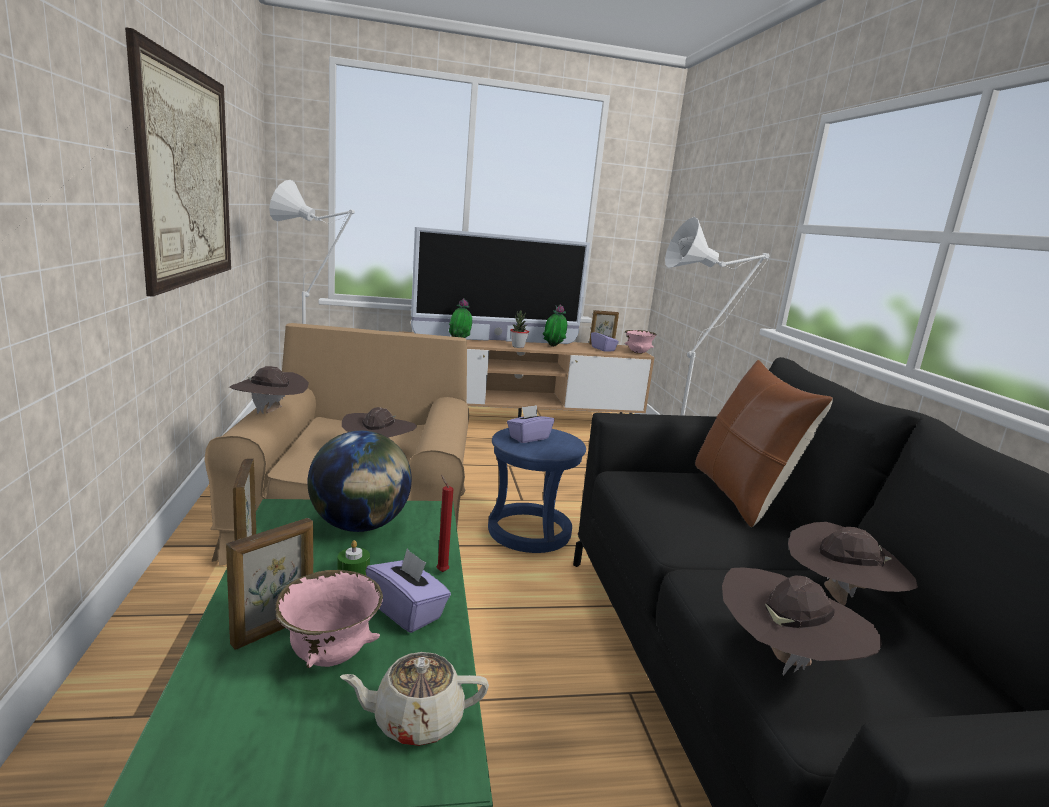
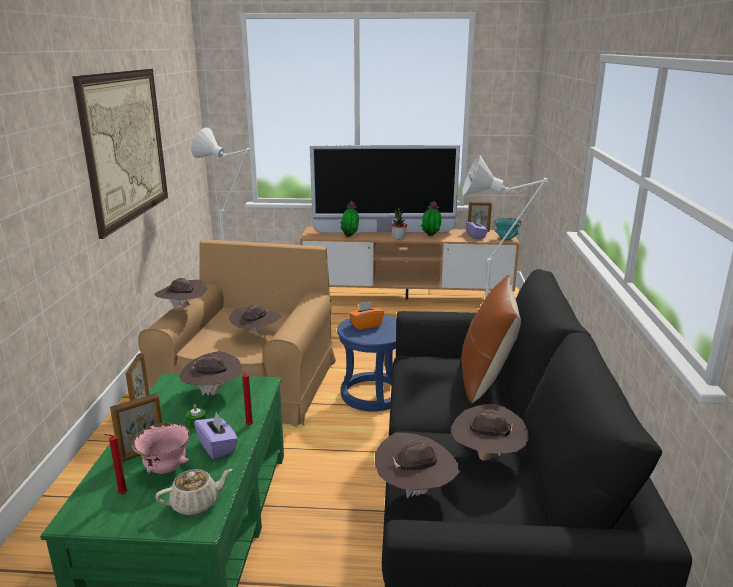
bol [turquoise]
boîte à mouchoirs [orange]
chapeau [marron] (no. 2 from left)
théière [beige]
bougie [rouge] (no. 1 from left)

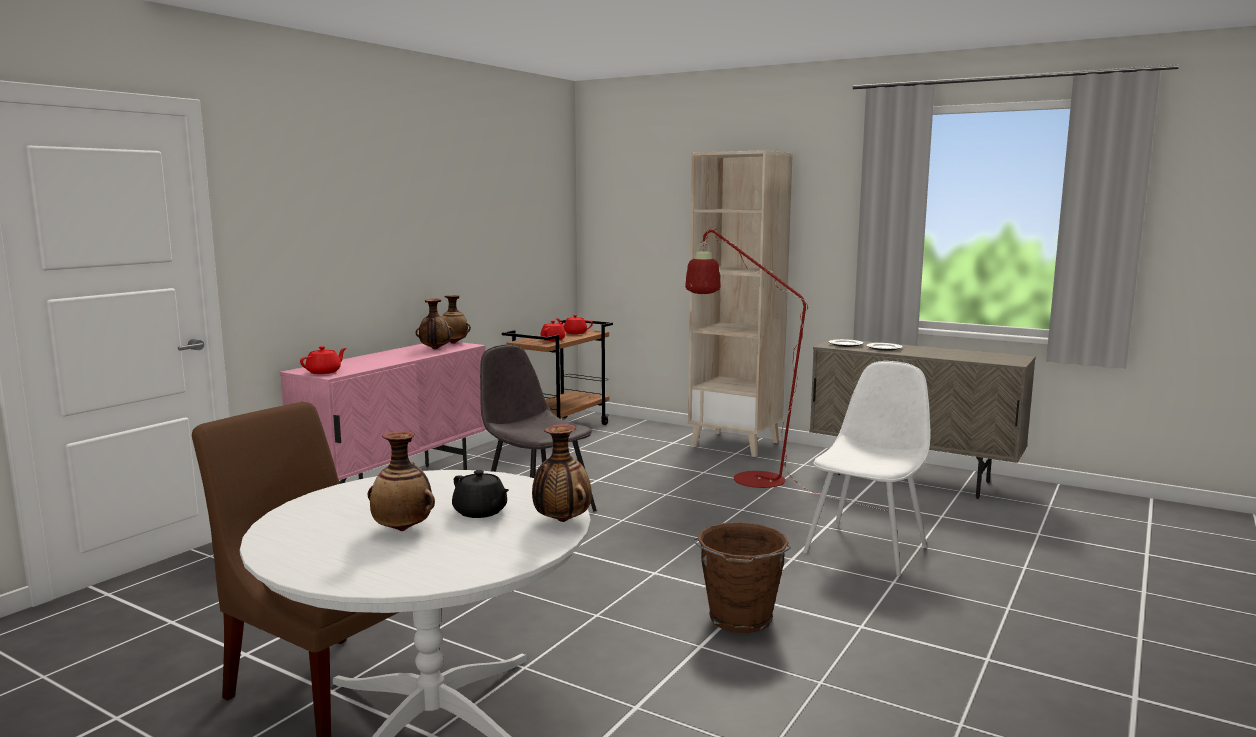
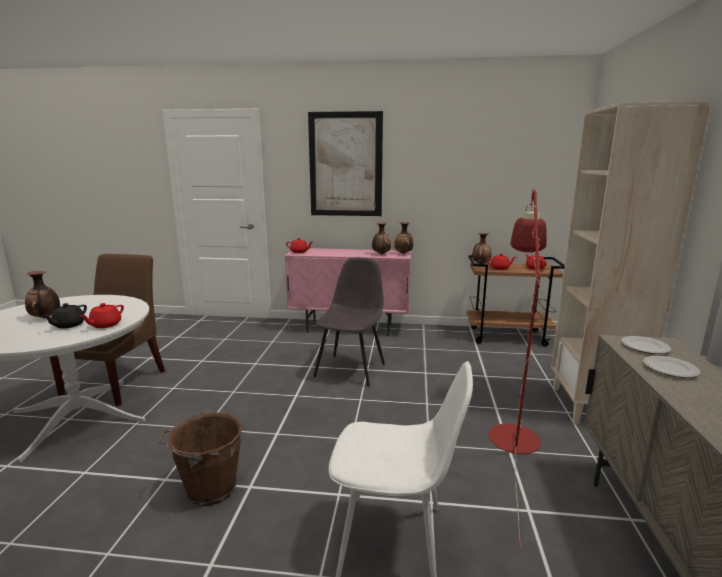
vase (no. 4 from left)
tableau
théière [rouge] (no. 1 from left)

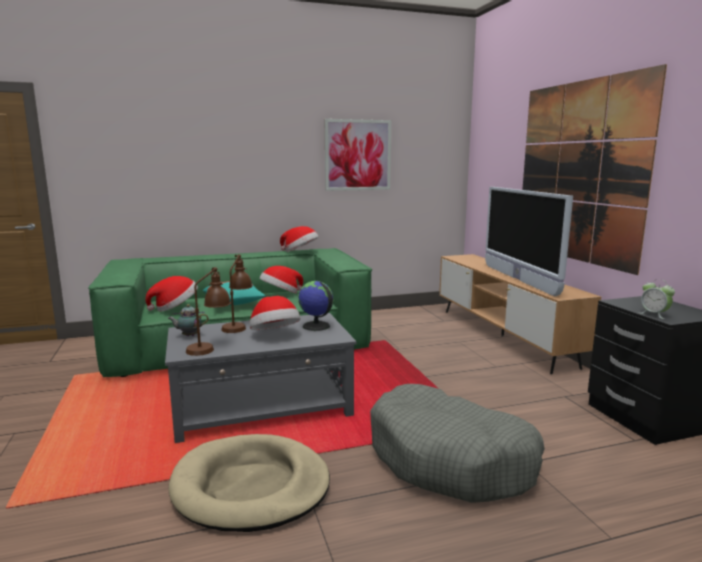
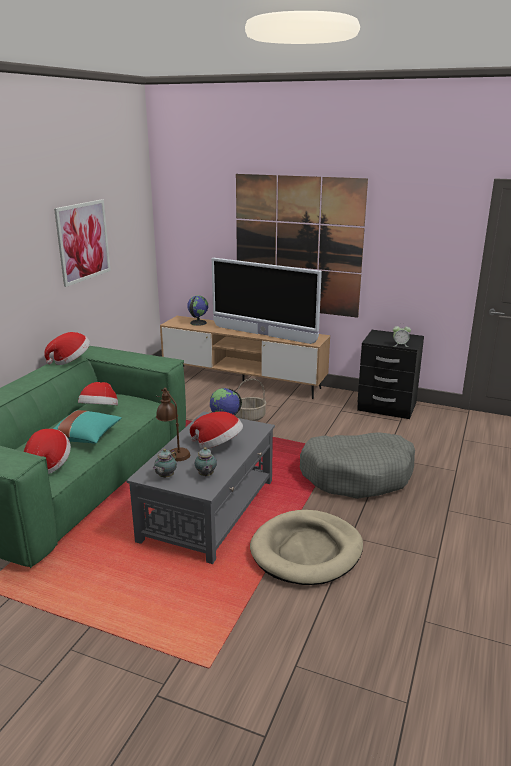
théière (no. 2 from left)
globe (no. 1 from left)
panier

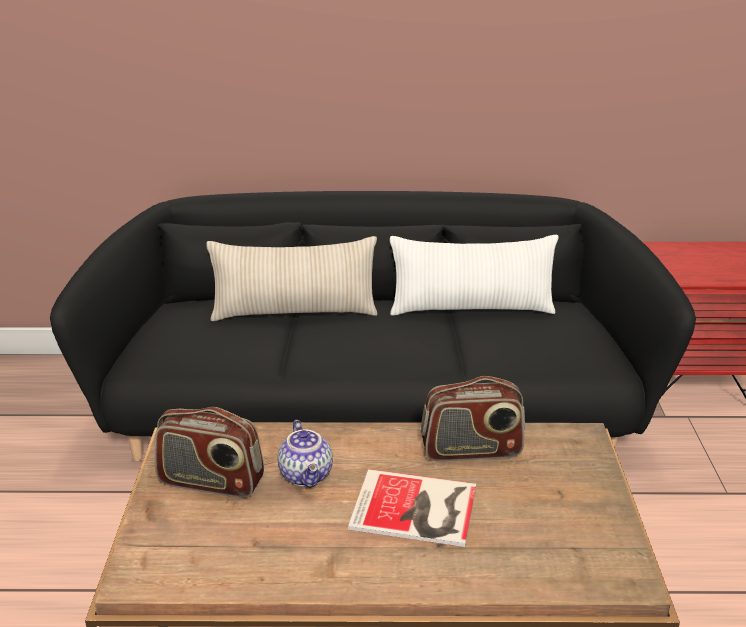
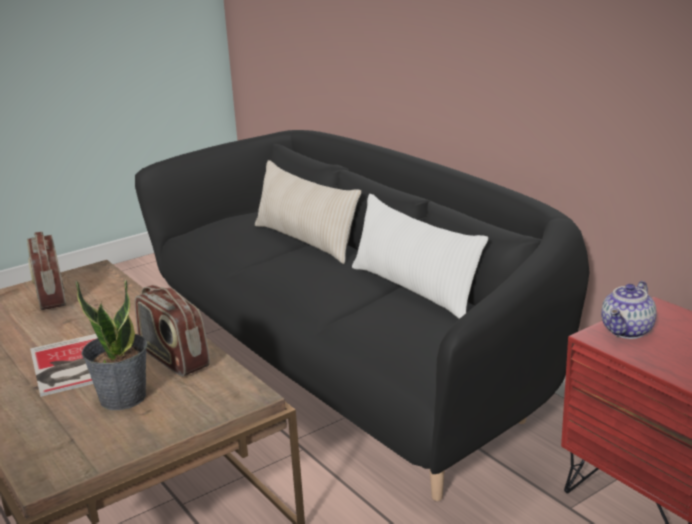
théière
plante en pot

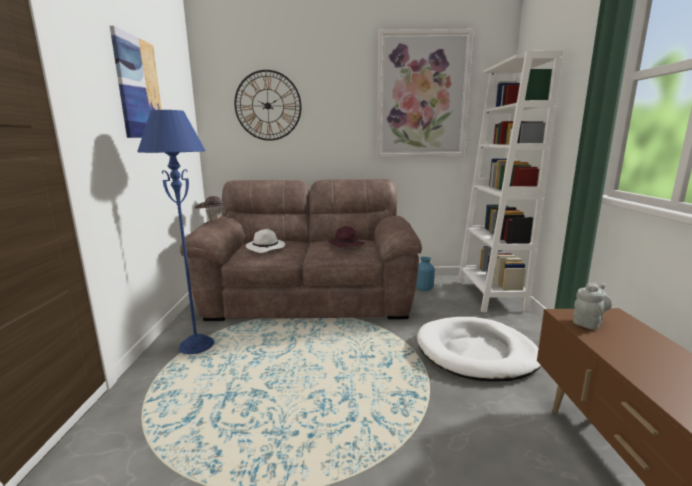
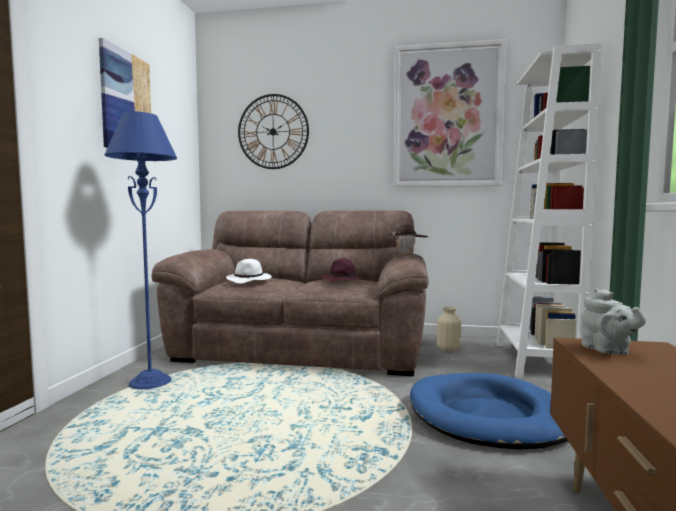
chapeau [marron]
vase [beige]
théière [gris]
panier pour chien [bleu]

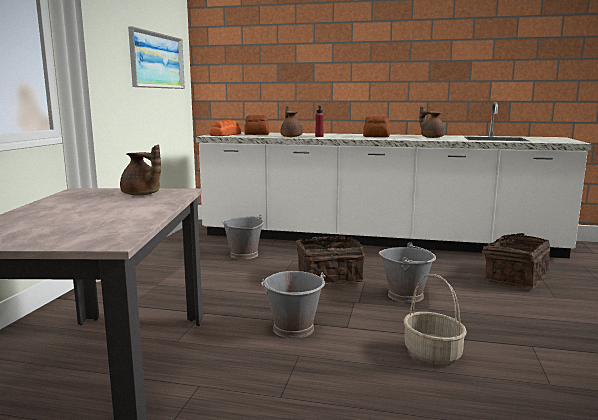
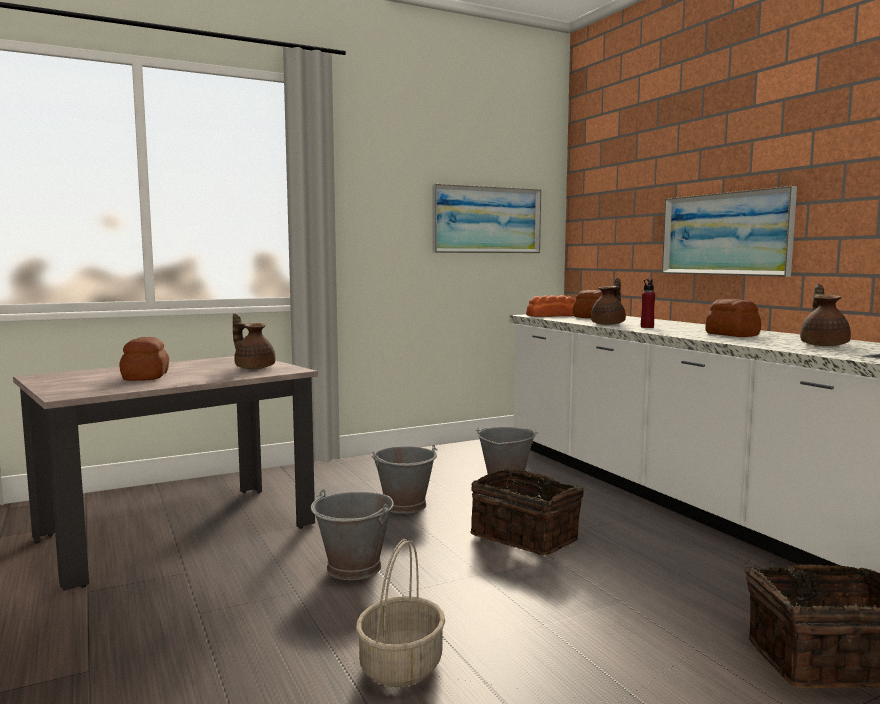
théière [marron] (no. 1 from left)
seau [gris] (no. 2 from left)
tableau (no. 2 from left)
pain (no. 1 from left)

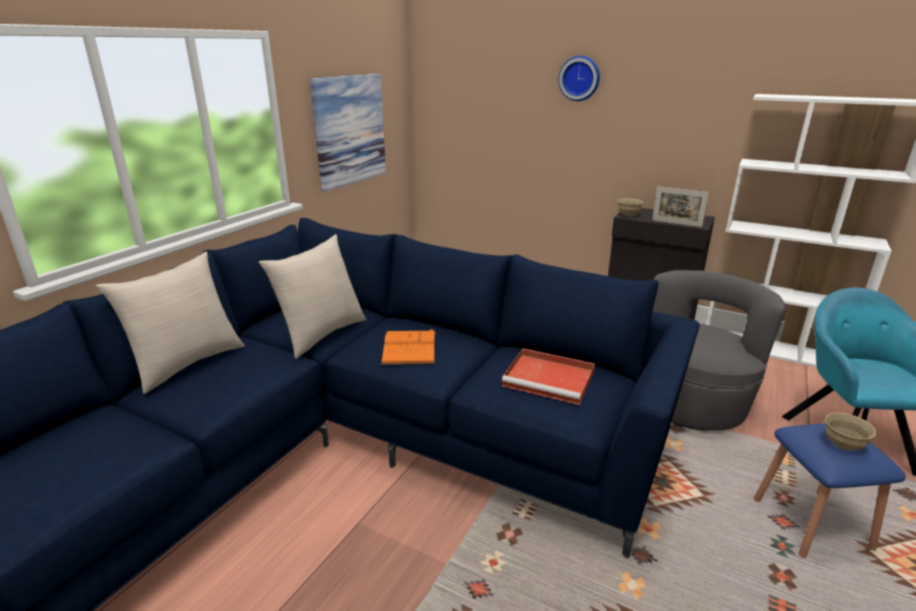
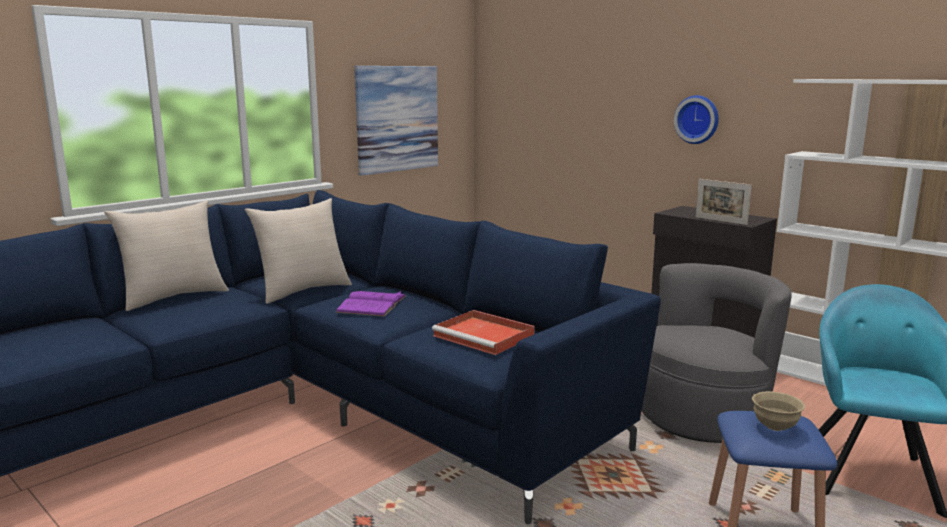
horloge murale
bol [beige] (no. 1 from left in the first image)
livre [violet]

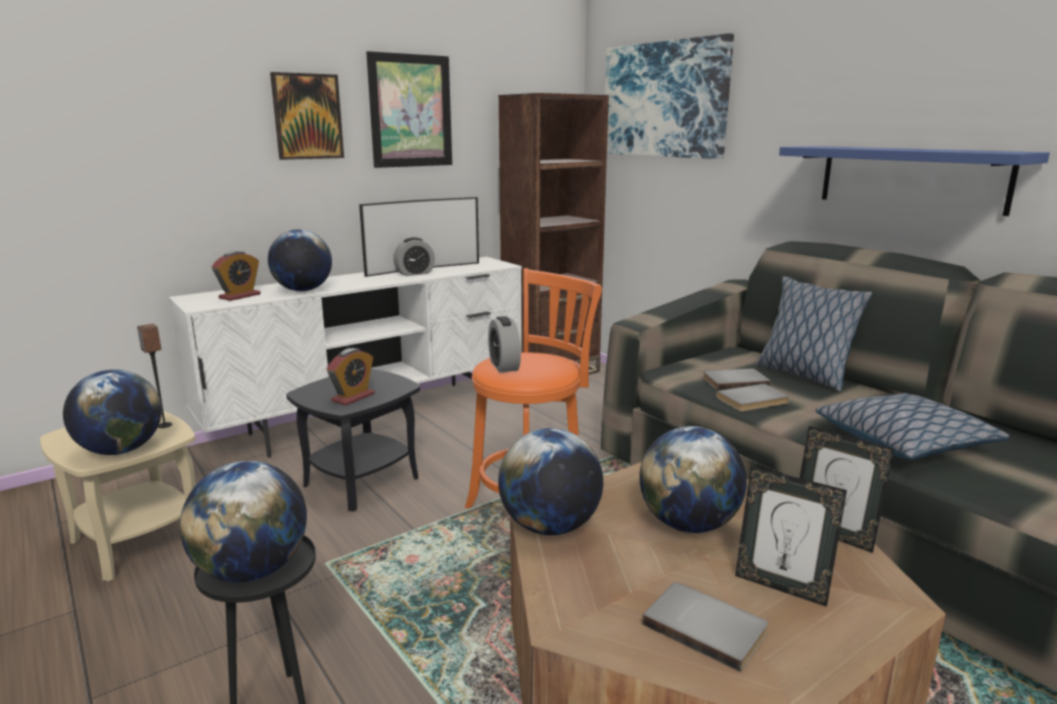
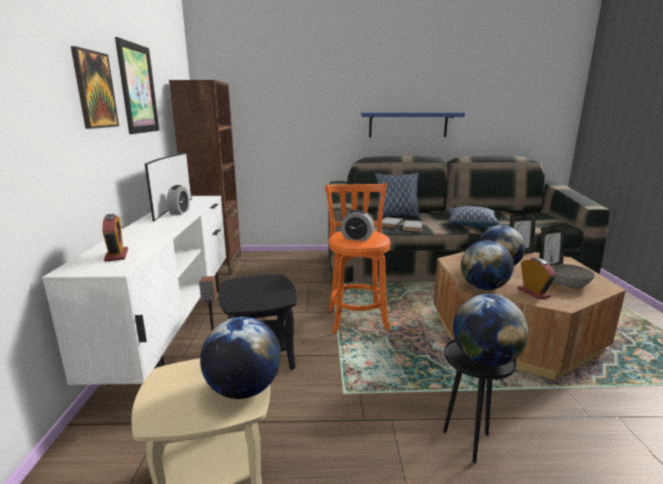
tableau (no. 3 from left in the first image)
globe (no. 3 from left in the first image)
réveil (no. 4 from left)
bol [gris]

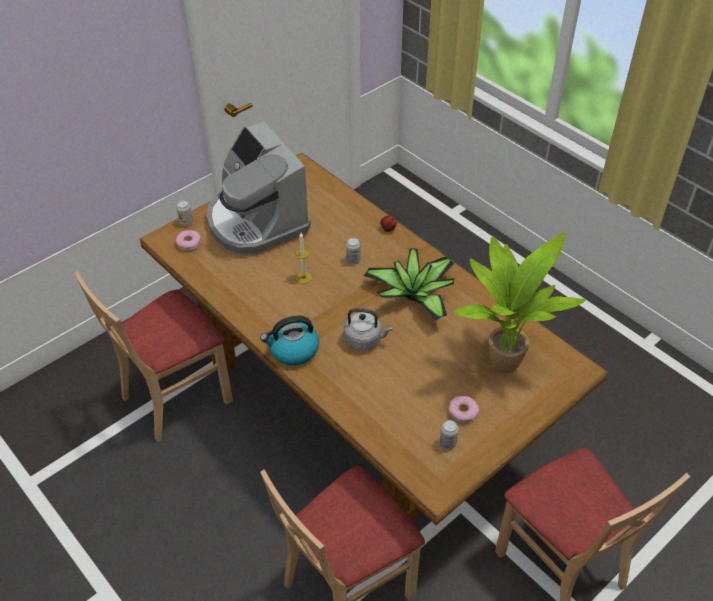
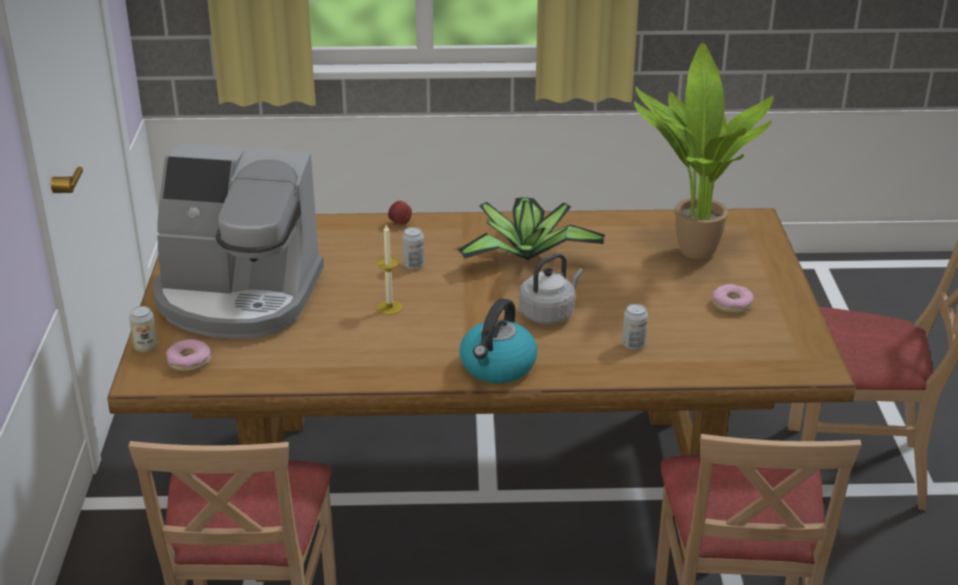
boîte métallique (no. 3 from left)

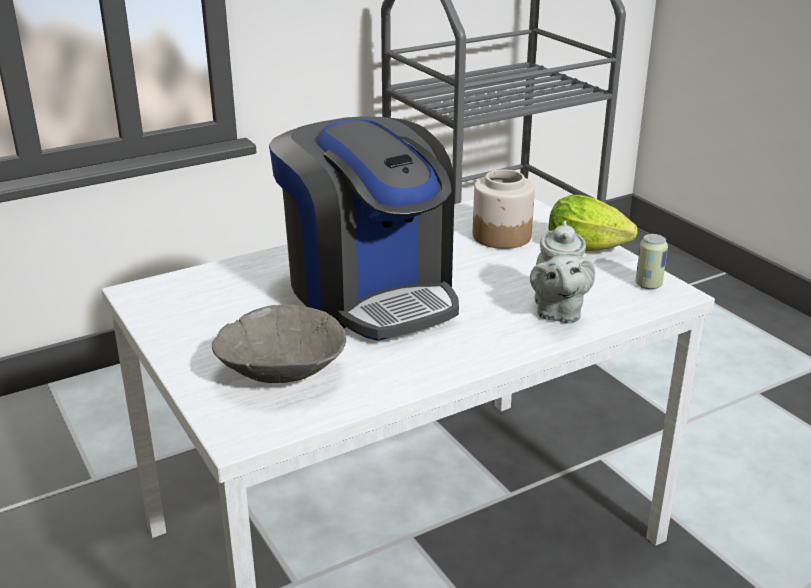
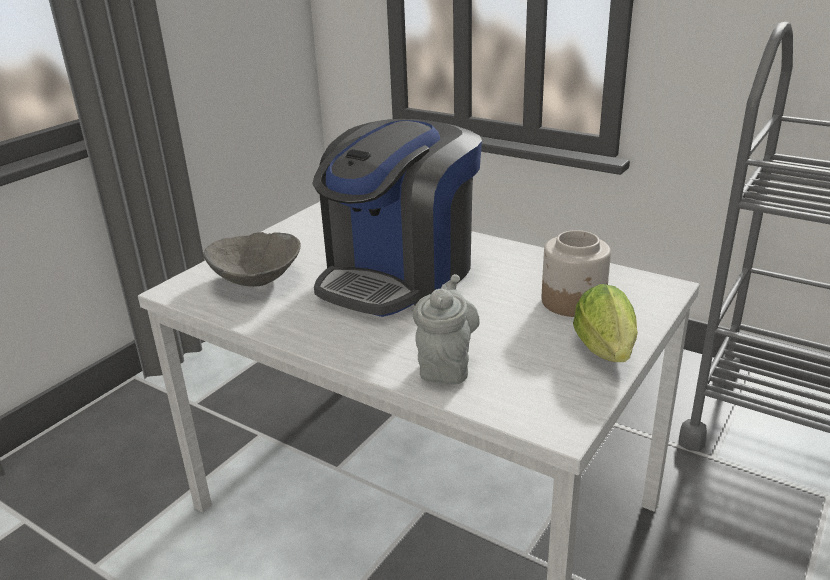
théière [gris]
boîte métallique

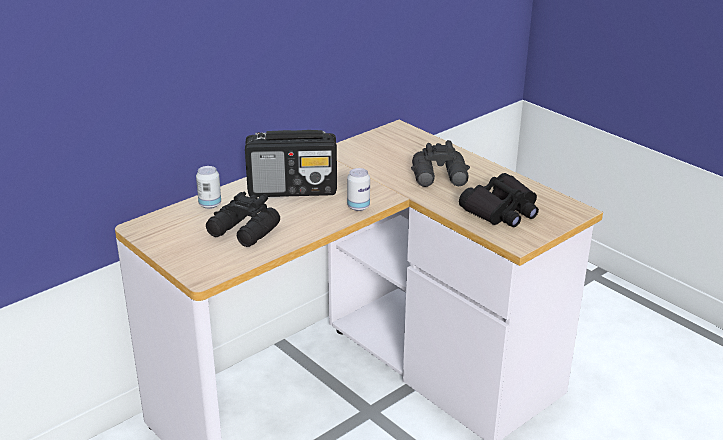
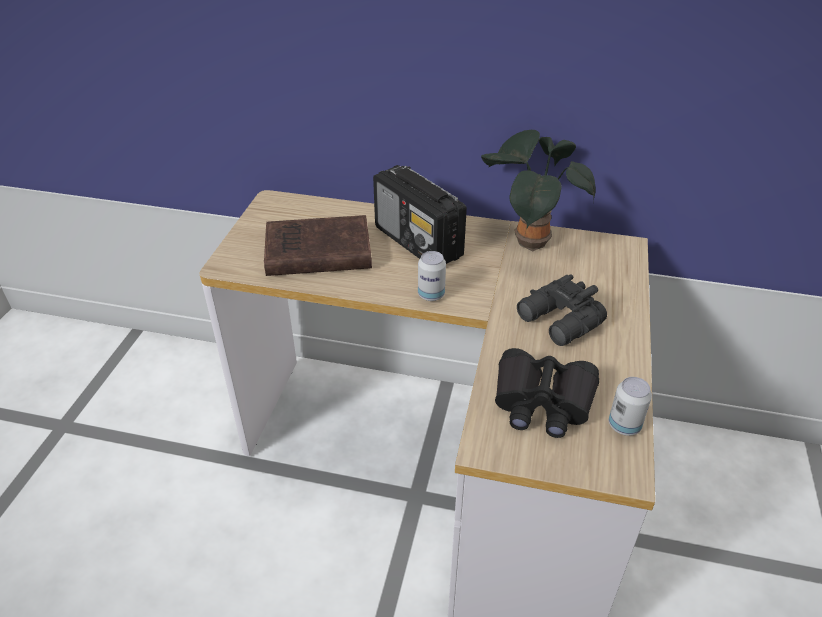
boîte métallique (no. 2 from left)
livre [marron]
plante en pot

